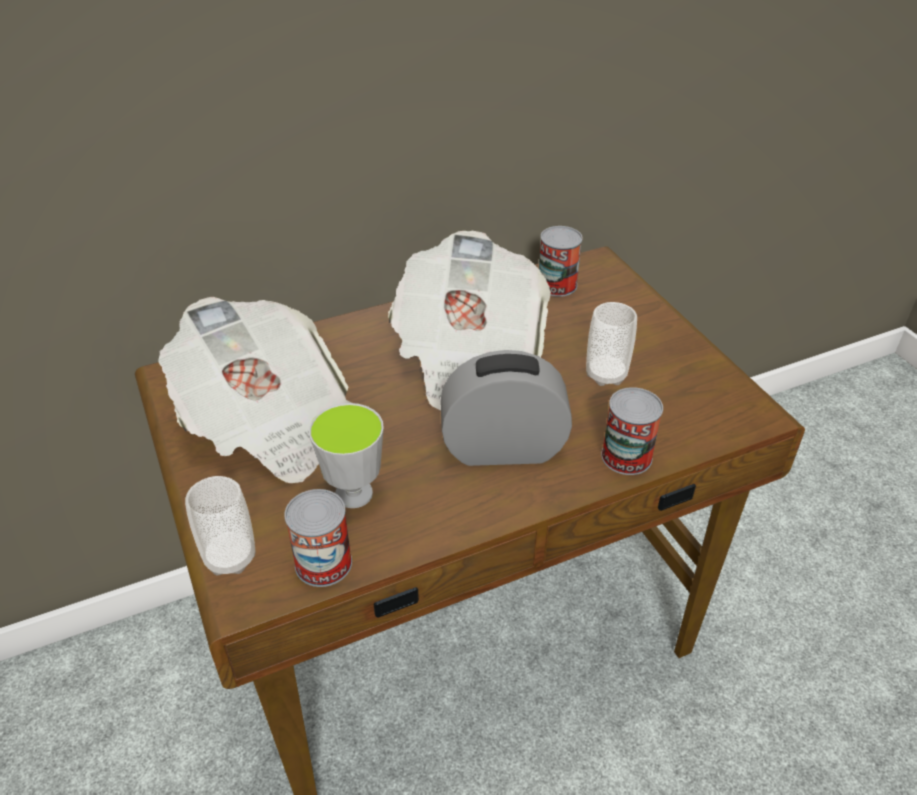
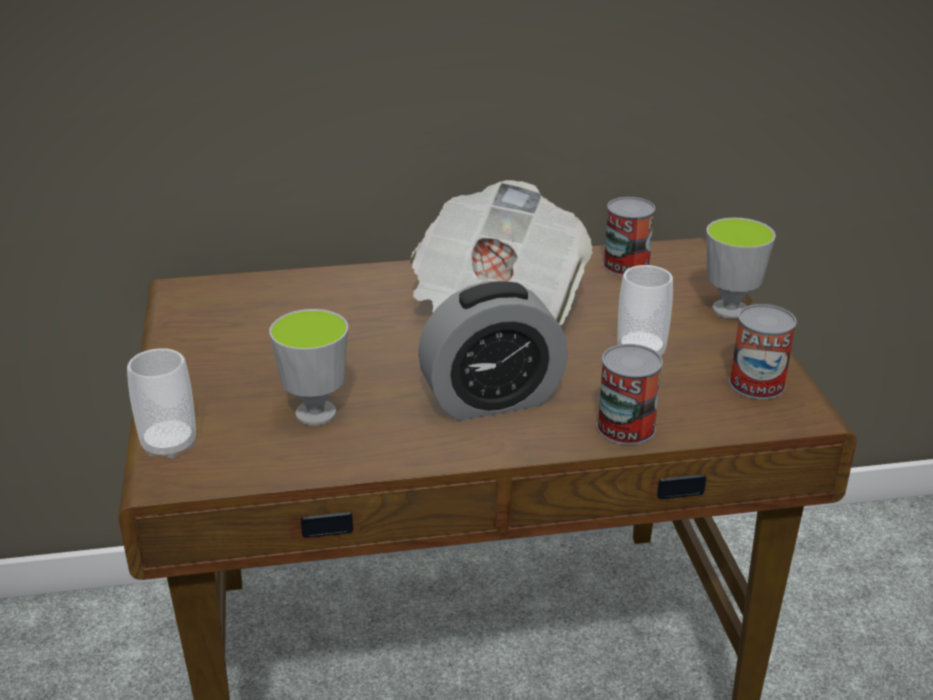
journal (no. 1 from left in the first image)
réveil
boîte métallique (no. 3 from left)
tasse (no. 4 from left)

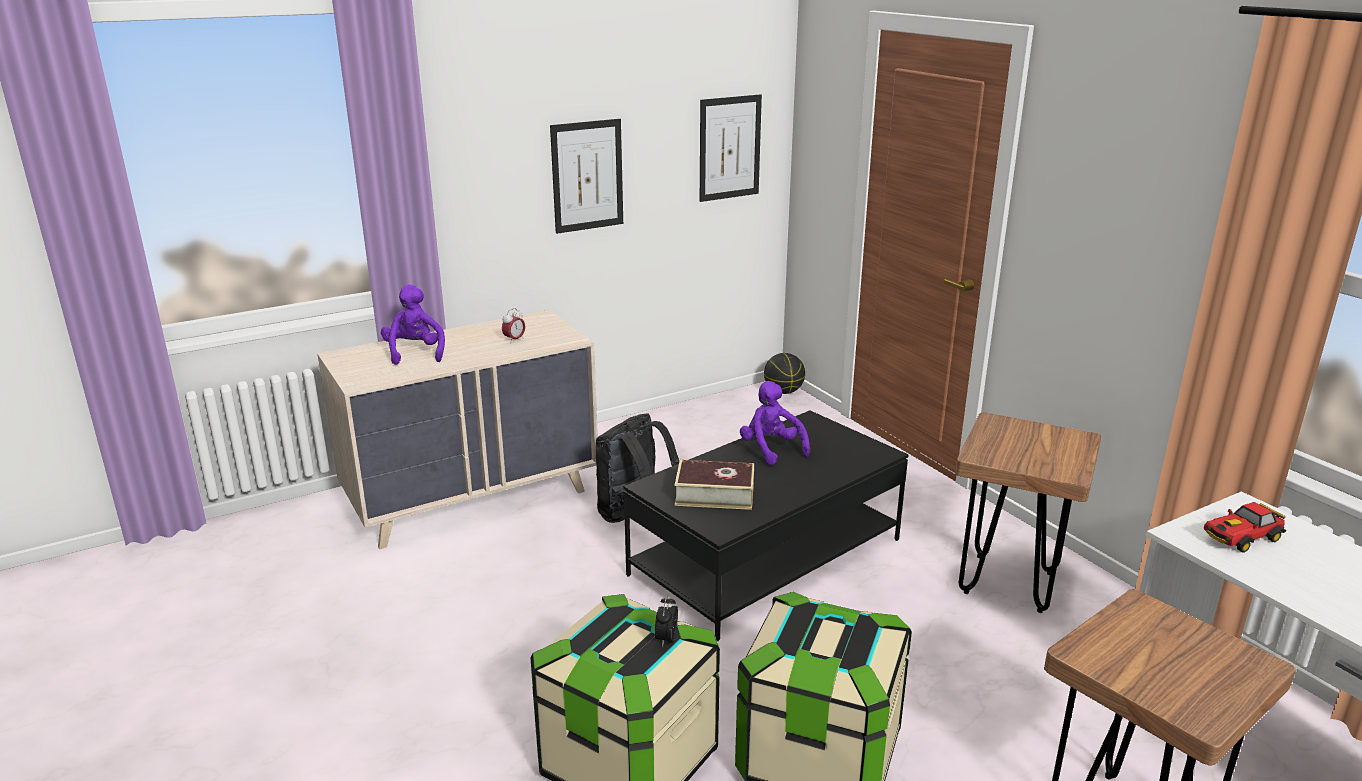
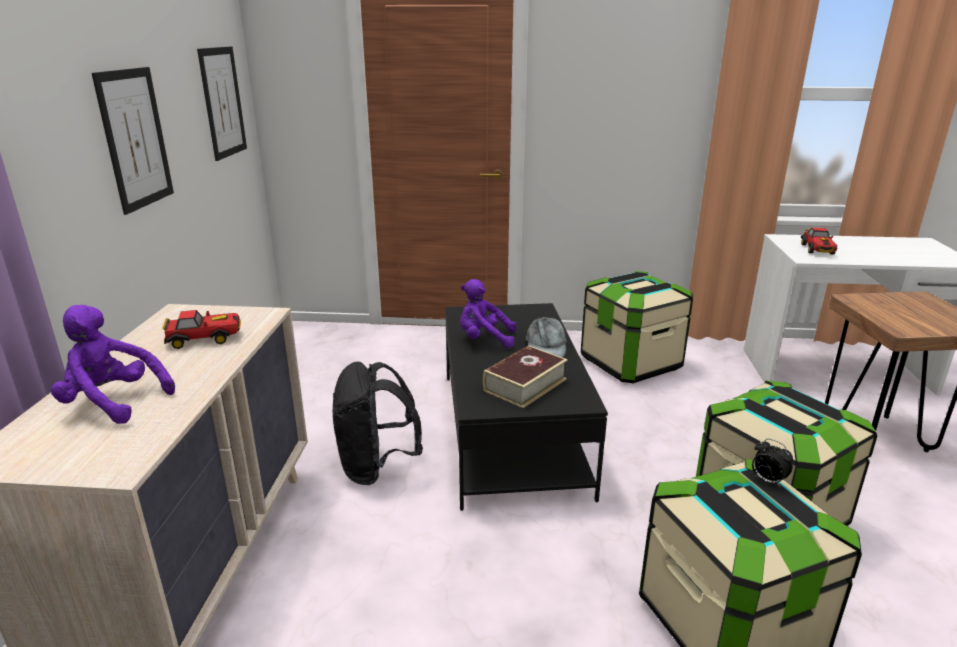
petite voiture (no. 1 from left)
ballon de basket
boîte de rangement (no. 1 from left)
casquette [gris]

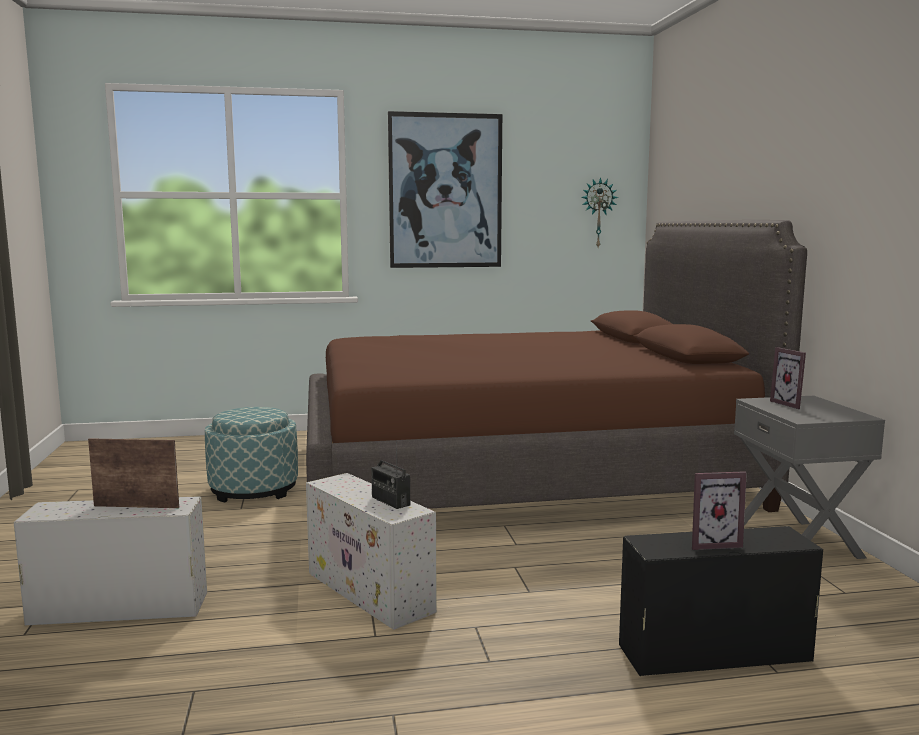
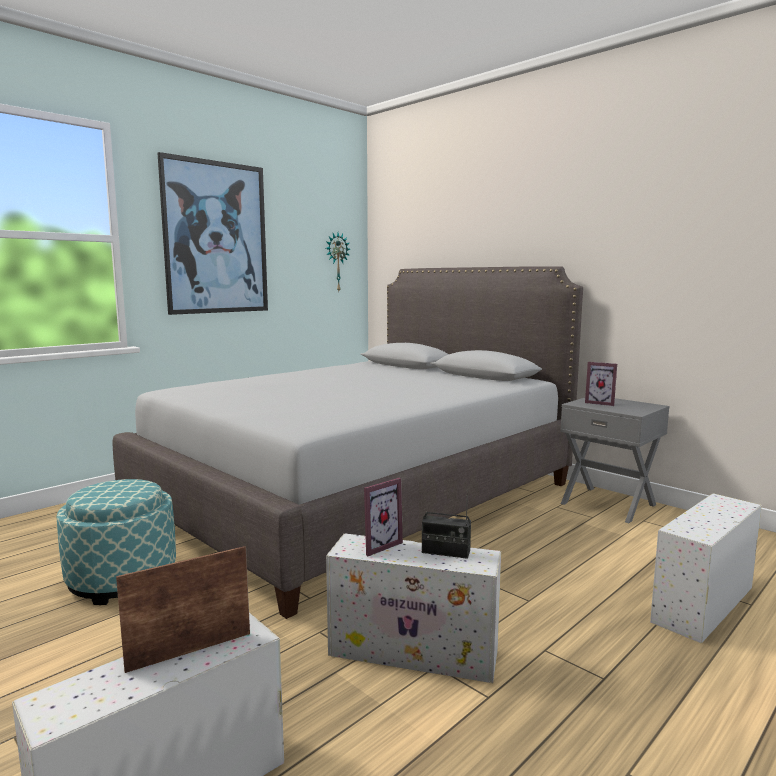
lit [gris]
cadre photo (no. 2 from left)
boîte de rangement [blanc] (no. 3 from left)

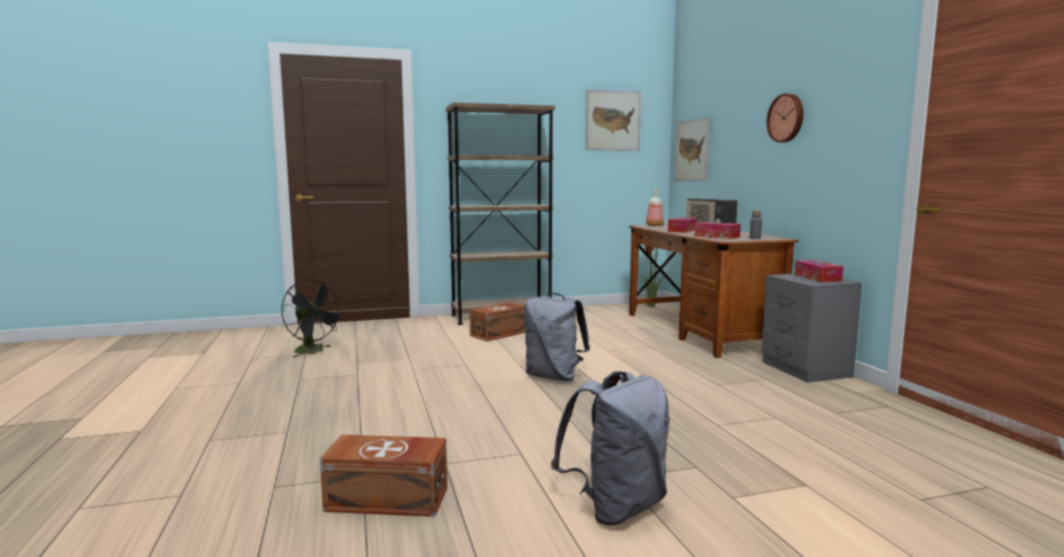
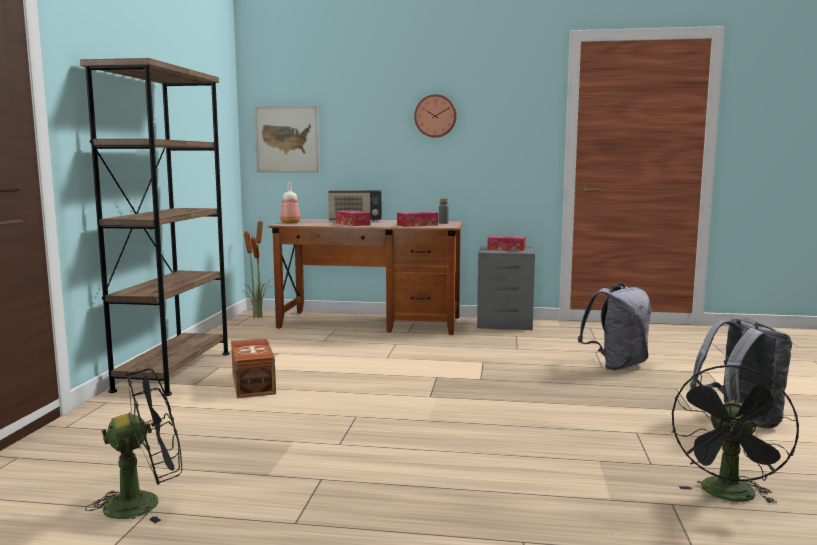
tableau (no. 1 from left in the first image)
sac à dos [gris] (no. 1 from left)
ventilateur [noir] (no. 2 from left)

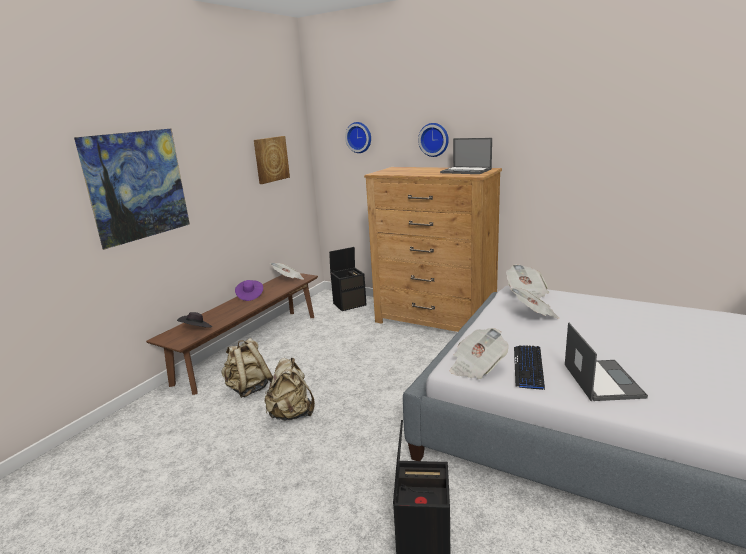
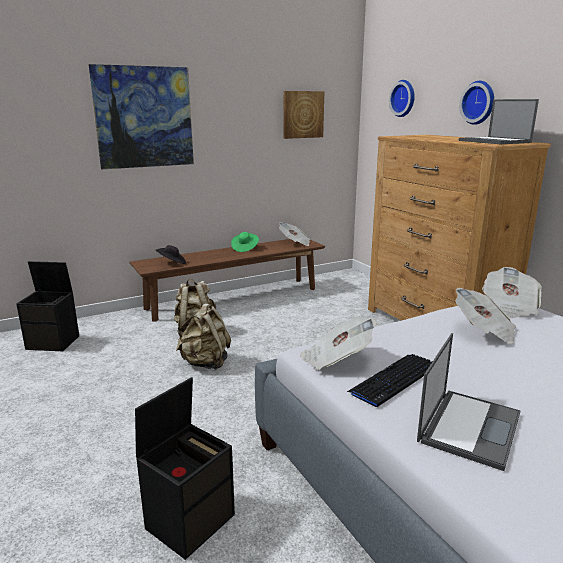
boîte de rangement [noir] (no. 1 from left)
chapeau [vert]

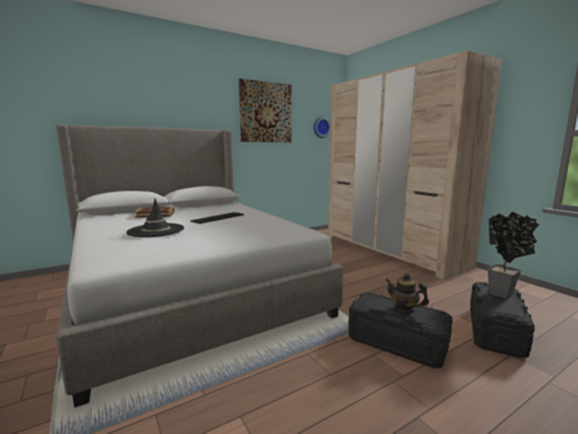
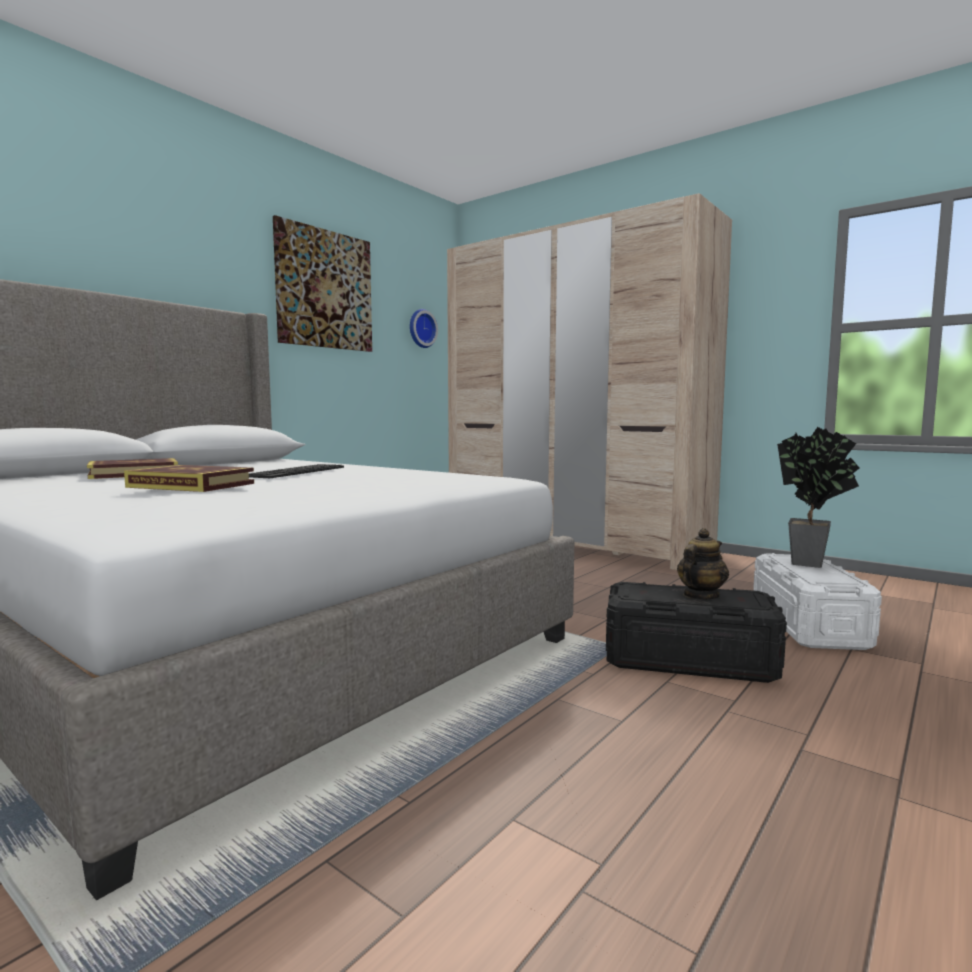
livre (no. 2 from left)
théière
boîte de rangement [blanc]

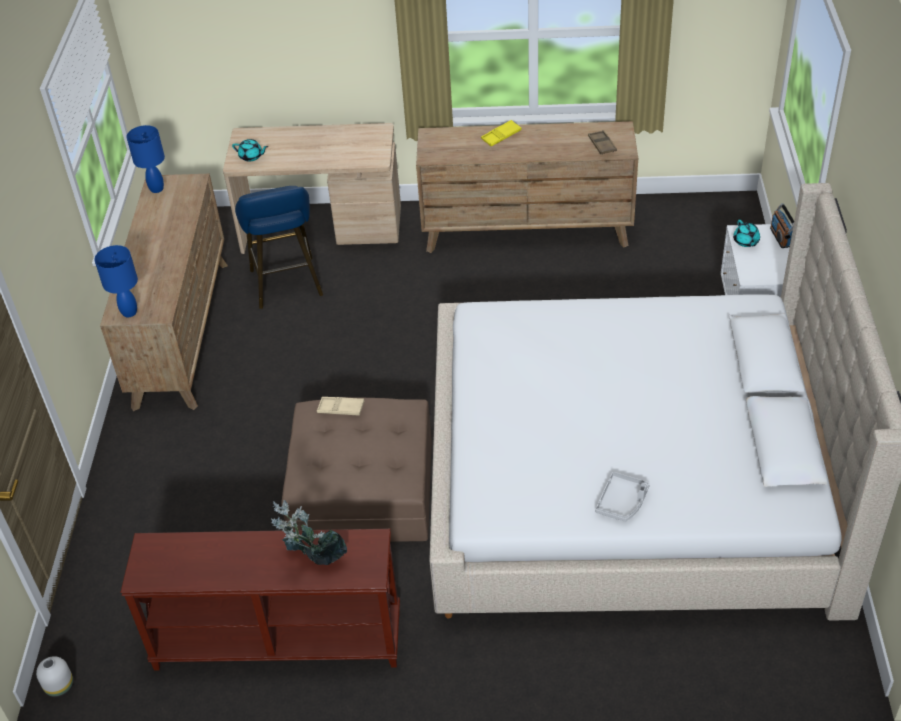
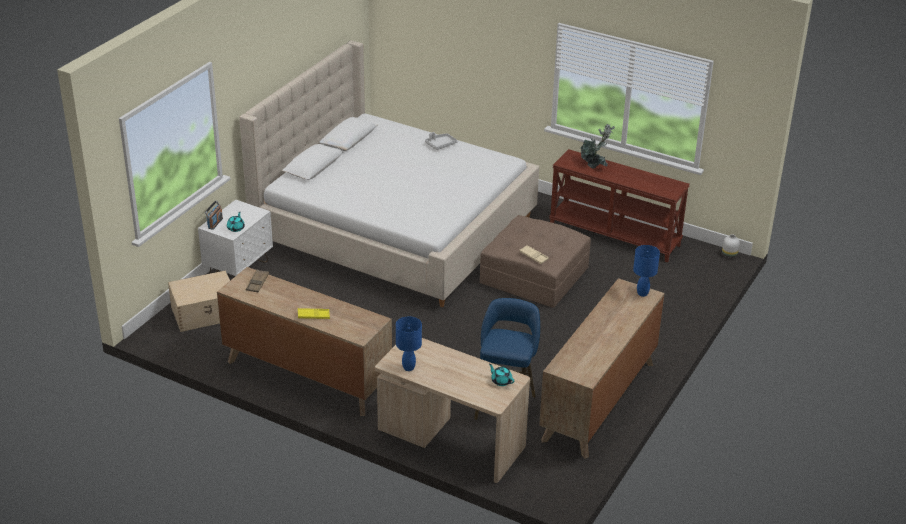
lampe de table [bleu] (no. 1 from left)
boîte de rangement [beige]

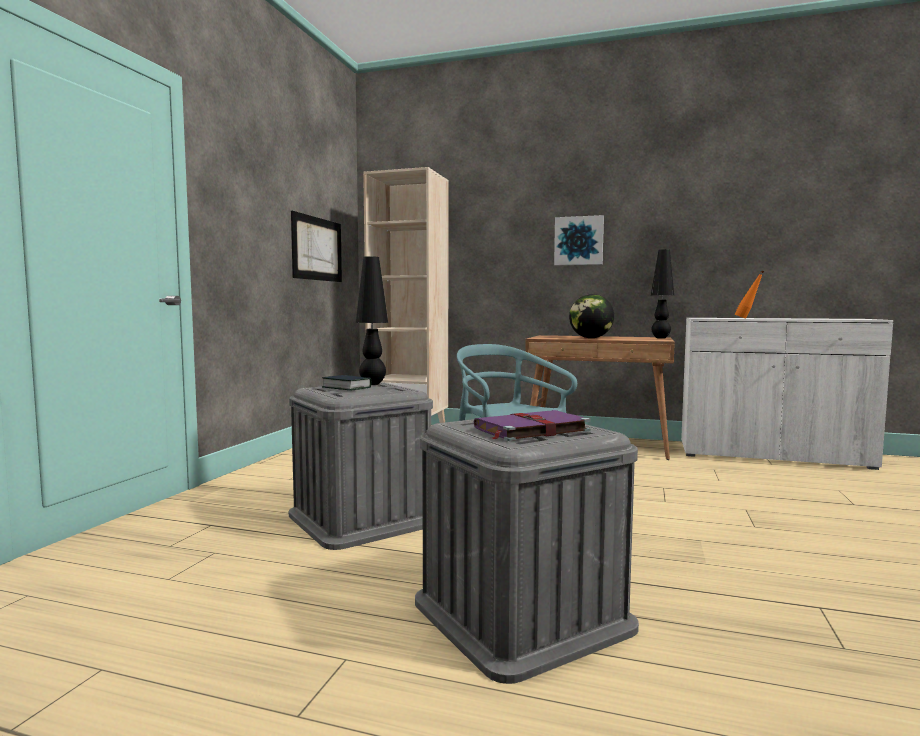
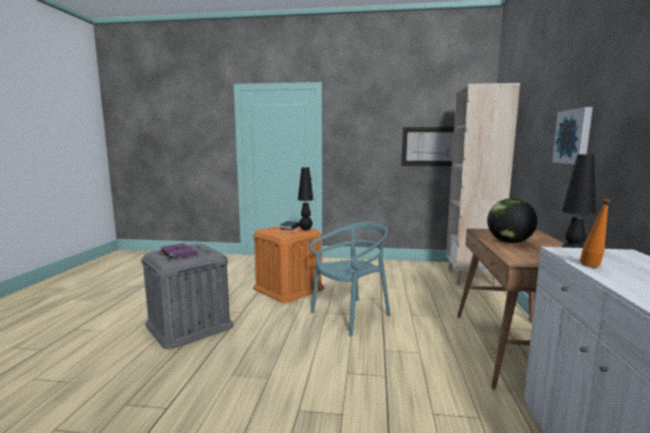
boîte de rangement [orange]

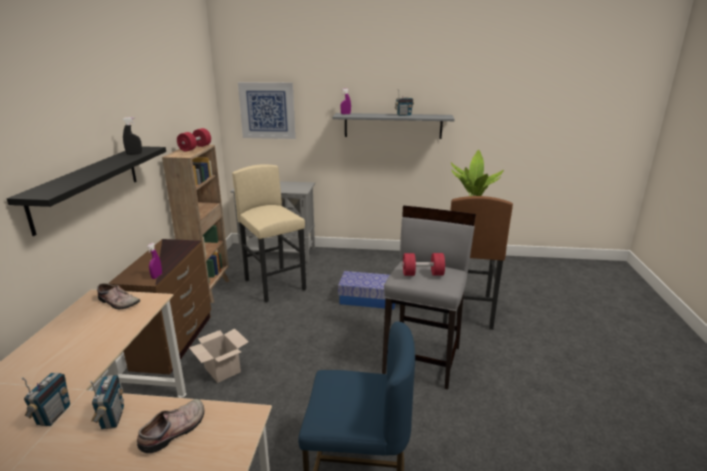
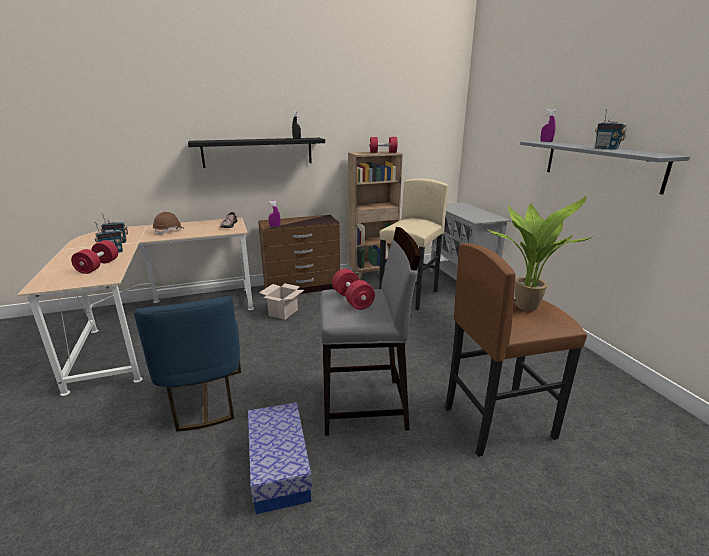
tableau
boîte de rangement
haltère [rouge] (no. 1 from left)
casque de chantier [marron]

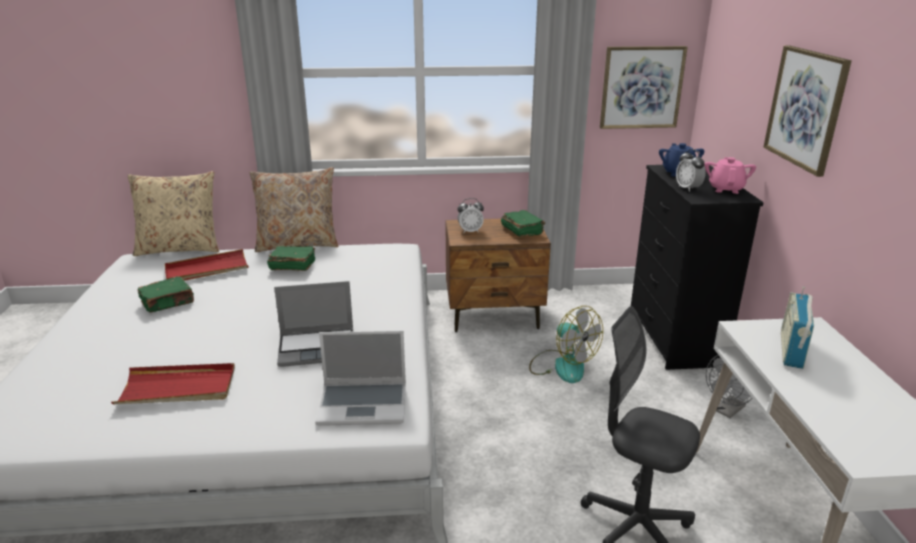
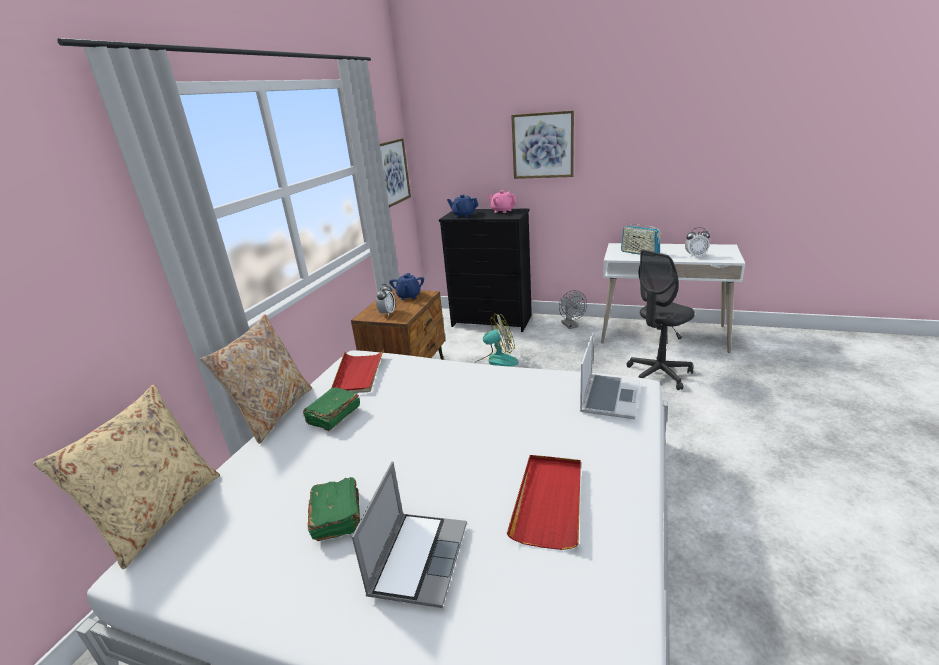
réveil (no. 2 from left)
théière [bleu] (no. 1 from left)
plateau [rouge] (no. 1 from left)
ordinateur portable (no. 1 from left)

